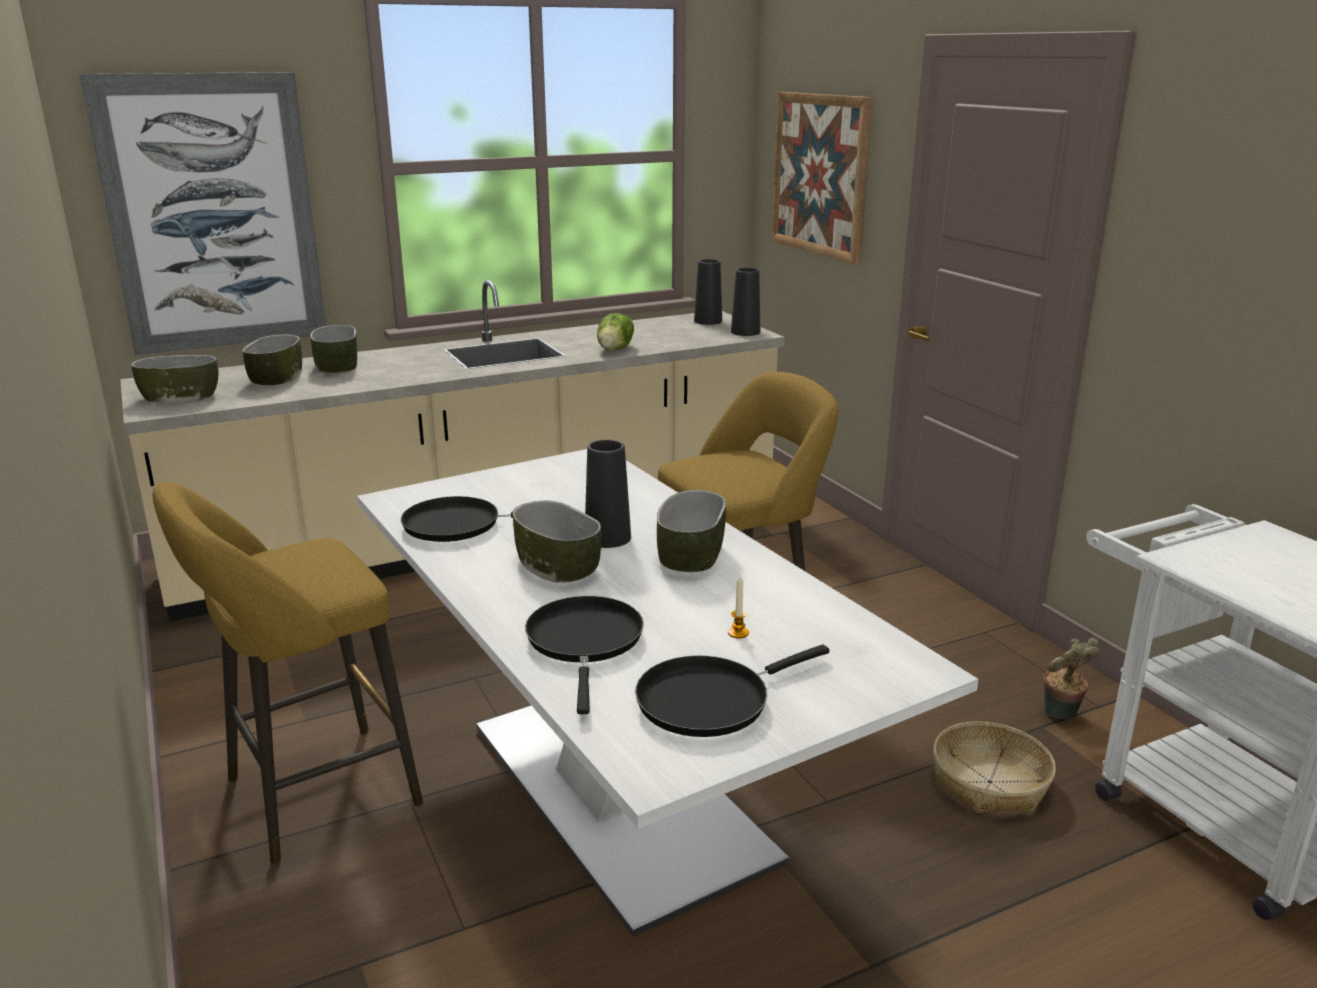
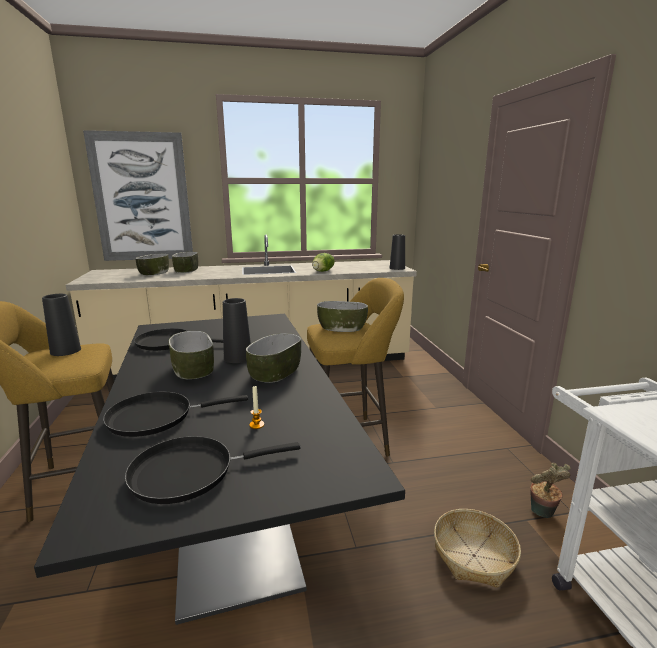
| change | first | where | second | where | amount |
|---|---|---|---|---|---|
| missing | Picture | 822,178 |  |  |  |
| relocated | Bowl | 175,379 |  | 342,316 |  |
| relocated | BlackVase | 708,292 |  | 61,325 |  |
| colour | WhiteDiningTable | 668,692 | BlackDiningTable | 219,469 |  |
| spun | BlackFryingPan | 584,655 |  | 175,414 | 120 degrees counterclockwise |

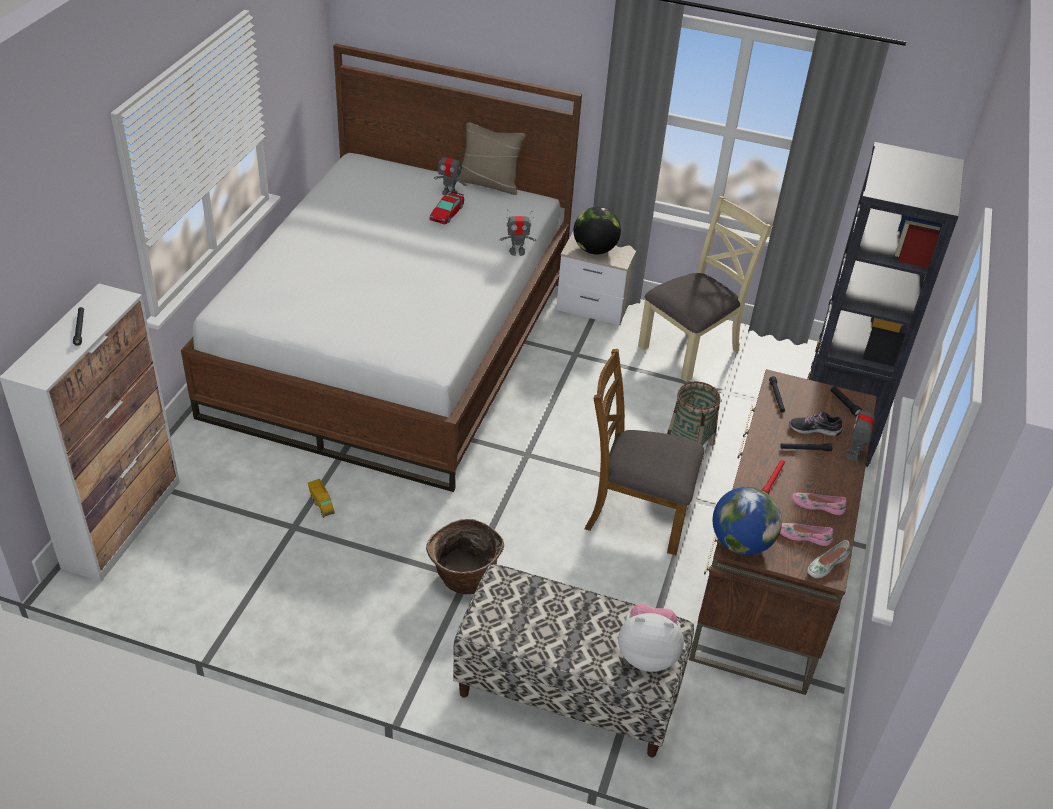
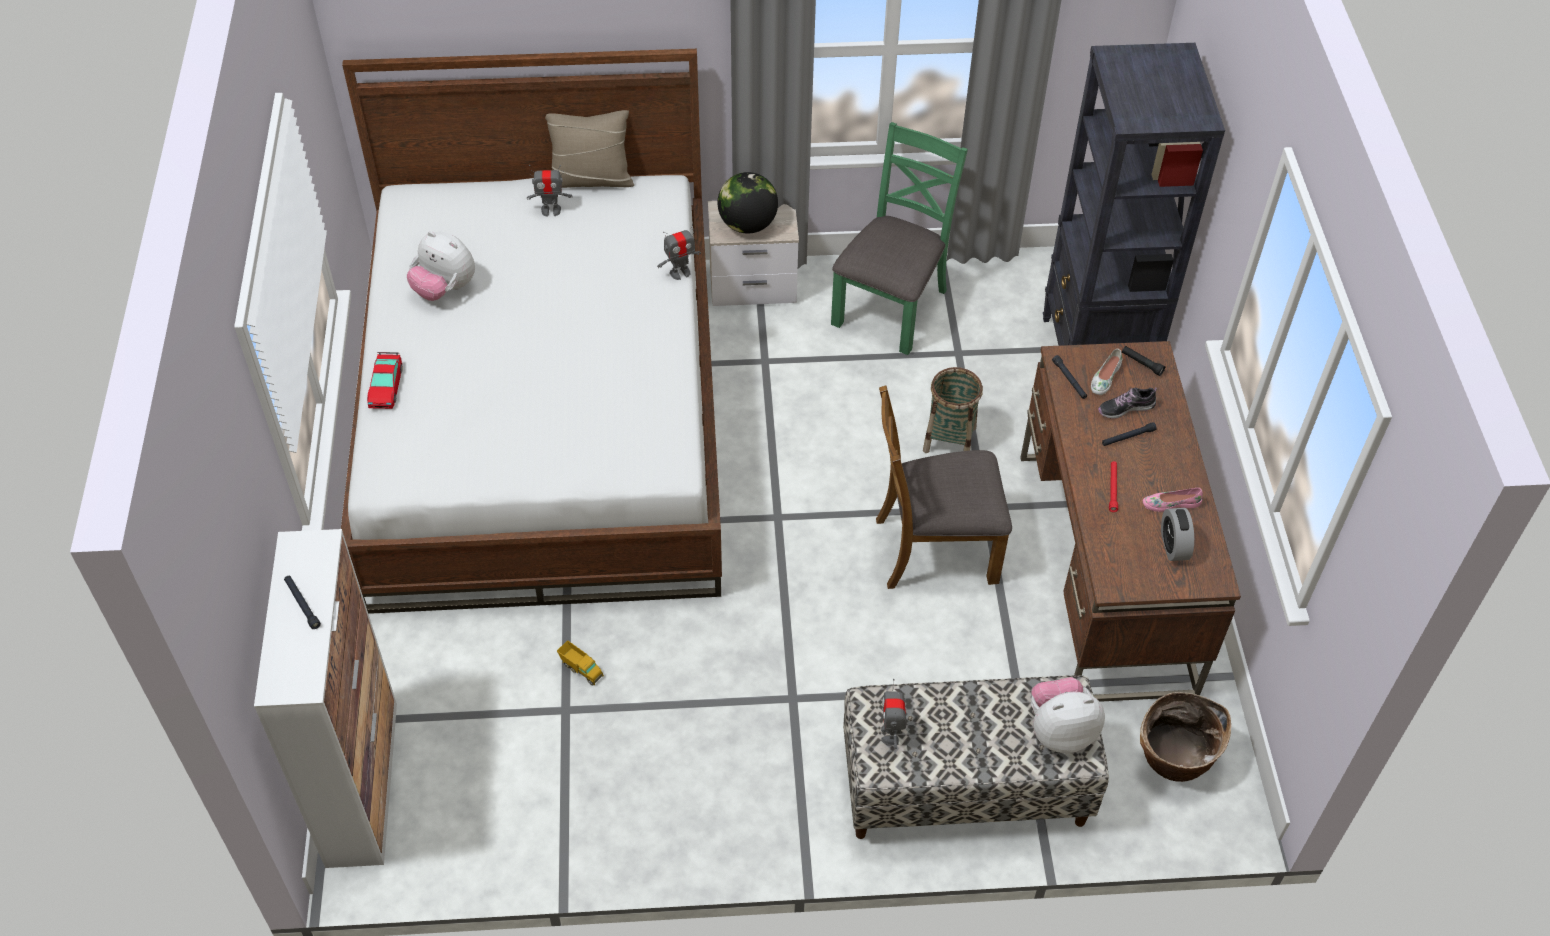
| change | first | where | second | where | amount |
|---|---|---|---|---|---|
| missing | Globe | 747,521 |  |  |  |
| appeared |  |  | PlushToy | 441,266 |  |
| relocated | Basket | 465,556 |  | 1185,737 |  |
| relocated | ToyCar | 447,207 |  | 385,380 |  |
| relocated | WhiteShoe | 828,559 |  | 1106,372 |  |
| relocated | ToyRobot | 860,431 |  | 893,714 |  |
| exchanged | PinkShoe | 806,534 | AlarmClock | 1177,534 |  |
| colour | BeigeChair | 705,289 | GreenChair | 899,238 |  |

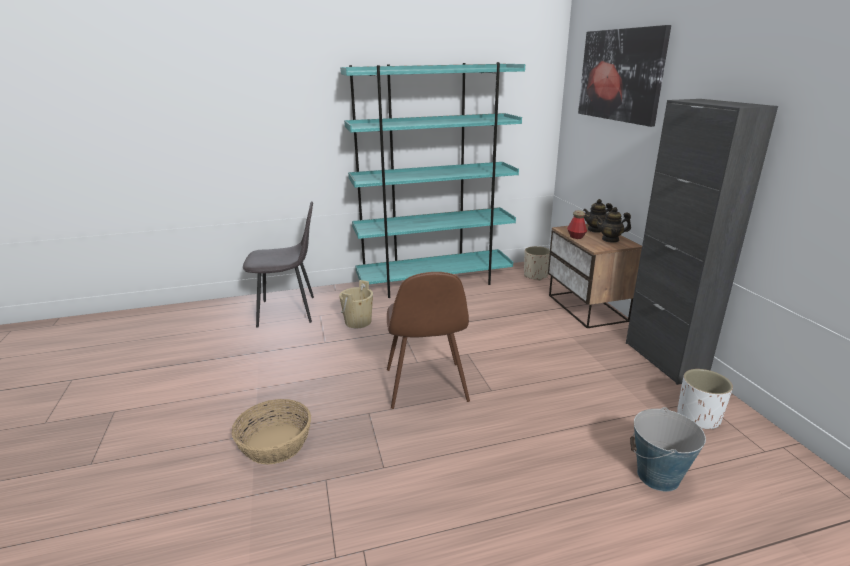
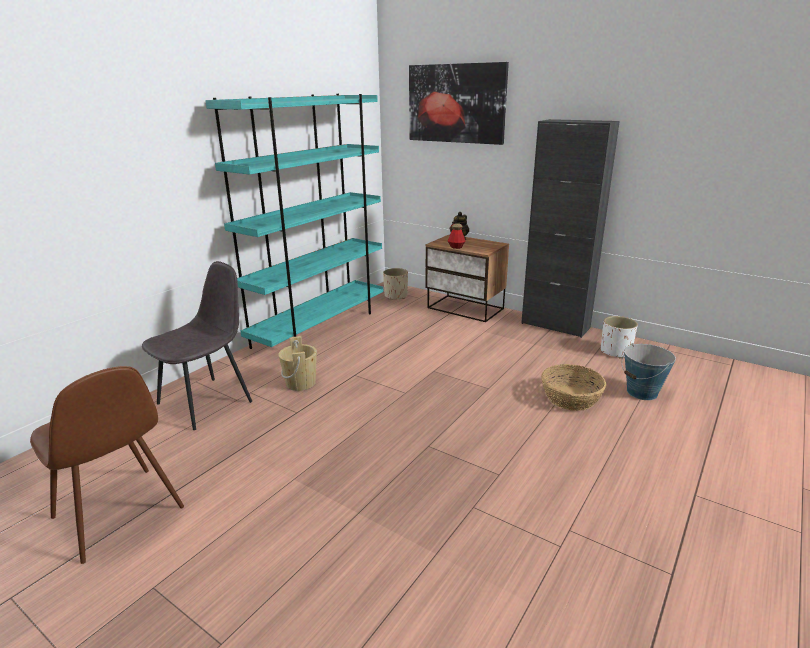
| change | first | where | second | where | amount |
|---|---|---|---|---|---|
| missing | Teapot | 613,225 |  |  |  |
| relocated | Basket | 271,432 |  | 573,387 |  |
| relocated | BrownChair | 428,340 |  | 107,465 |  |

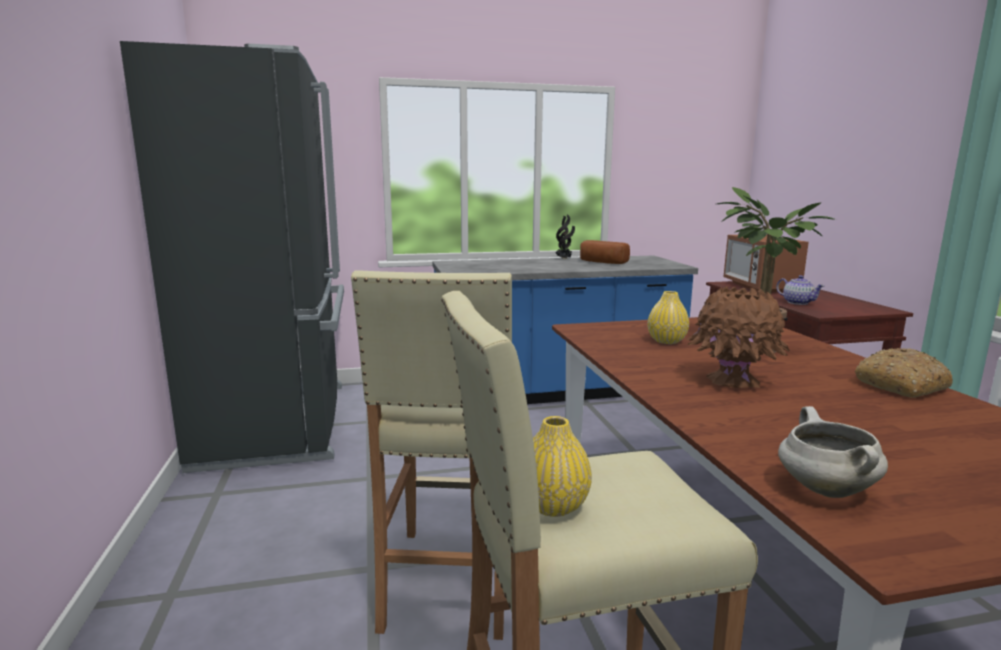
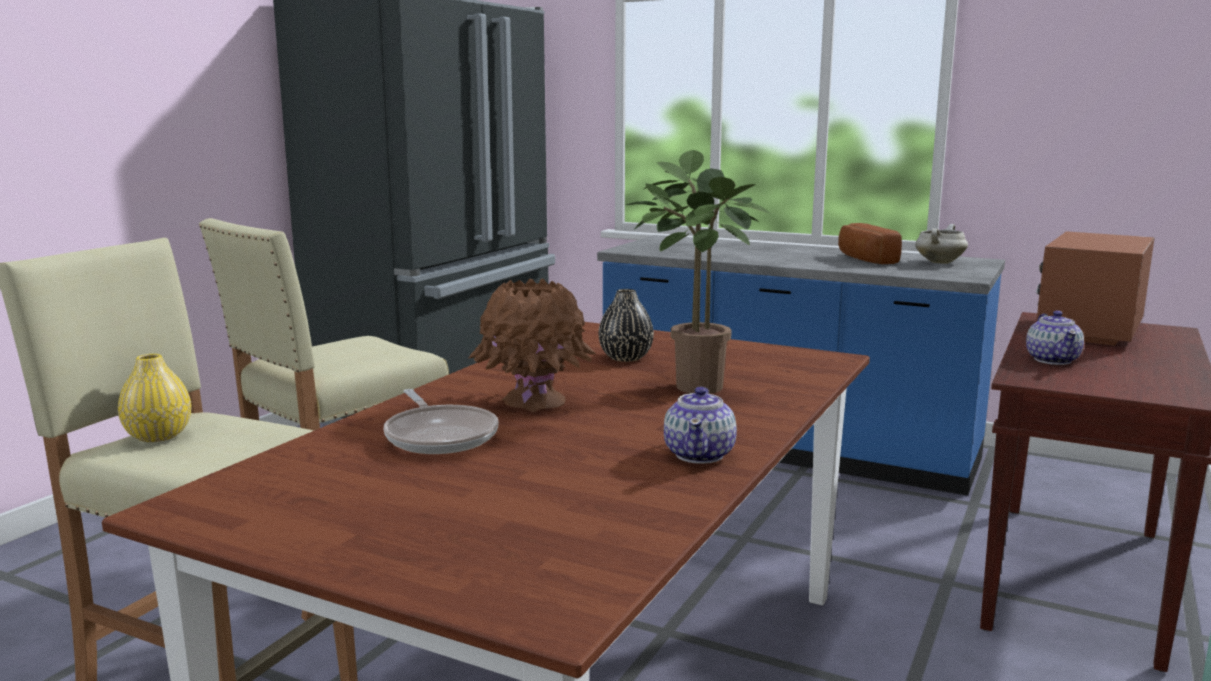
| change | first | where | second | where | amount |
|---|---|---|---|---|---|
| missing | PottedPlant | 565,236 |  |  |  |
| appeared |  |  | FryingPan | 441,421 |  |
| relocated | WhiteCookingPot | 833,452 |  | 941,244 |  |
| exchanged | Bread | 904,373 | Teapot | 700,425 |  |
| colour | YellowVase | 668,317 | BlackVase | 626,325 |  |

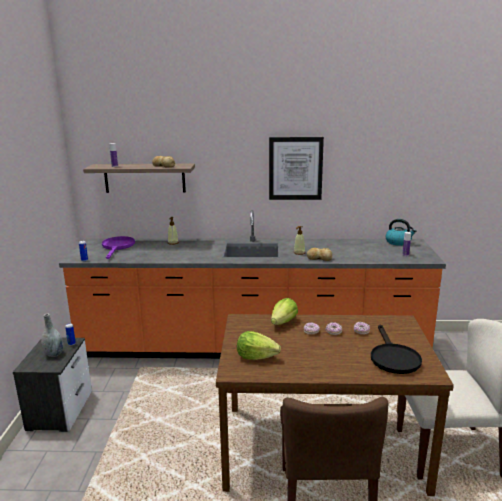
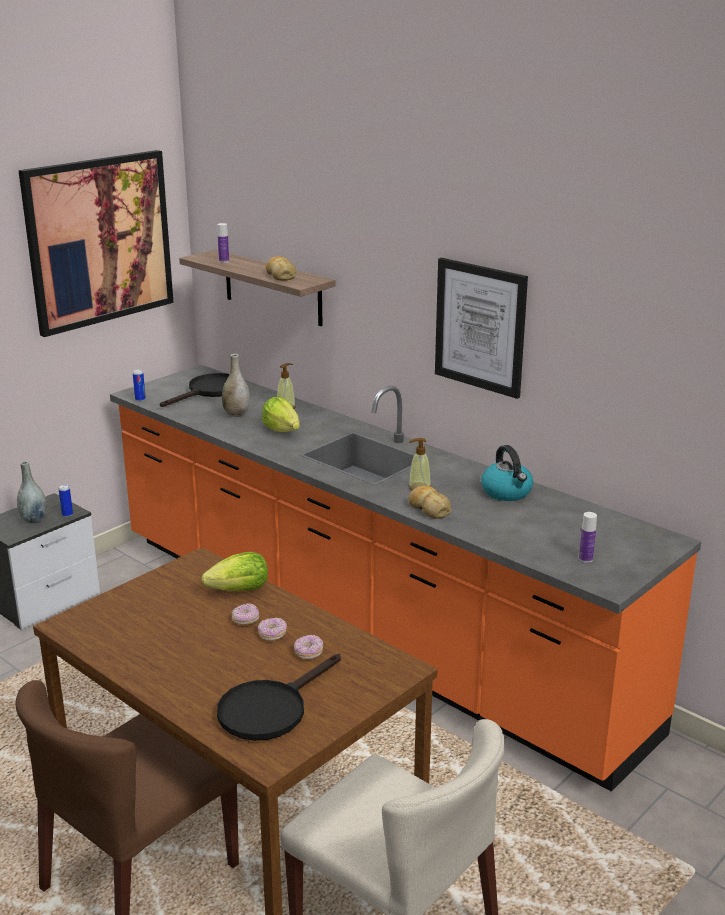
| change | first | where | second | where | amount |
|---|---|---|---|---|---|
| appeared |  |  | Picture | 96,243 |  |
| appeared |  |  | GreyVase | 236,385 |  |
| relocated | Lettuce | 259,345 |  | 281,414 |  |
| relocated | Kettle | 400,232 |  | 507,473 |  |
| colour | PurpleFryingPan | 118,247 | BlackFryingPan | 194,390 |  |

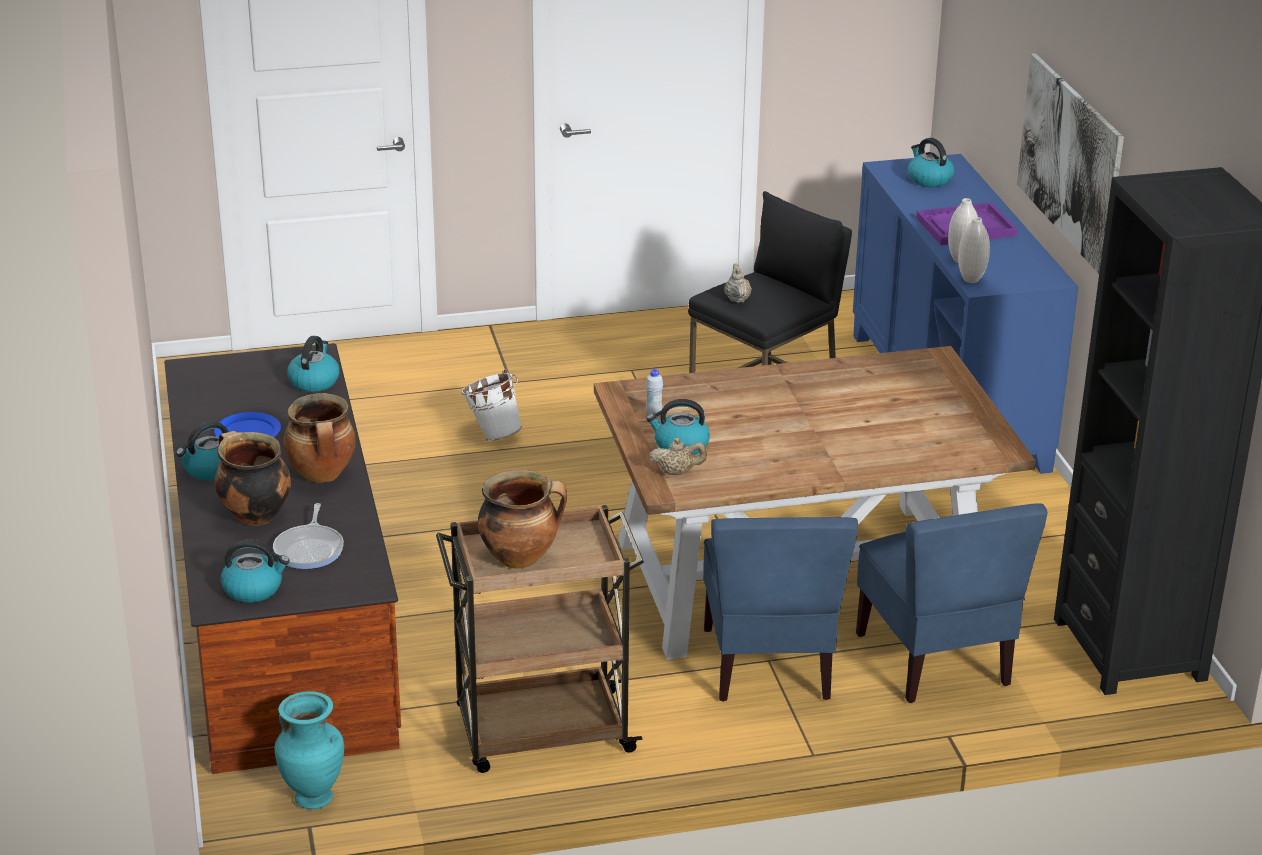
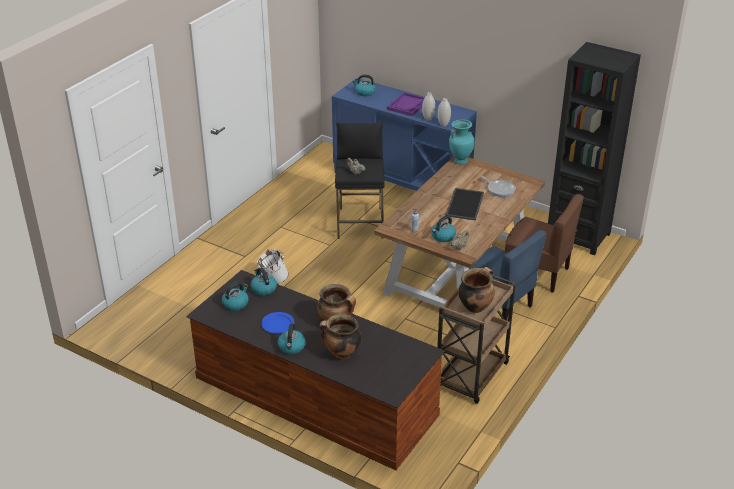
| change | first | where | second | where | amount |
|---|---|---|---|---|---|
| missing | Picture | 1070,163 |  |  |  |
| appeared |  |  | Tray | 464,204 |  |
| relocated | Kettle | 255,571 |  | 235,296 |  |
| relocated | FryingPan | 308,536 |  | 498,186 |  |
| relocated | TurquoiseVase | 309,750 |  | 461,141 |  |
| colour | BlueChair | 952,603 | BrownChair | 544,243 |  |

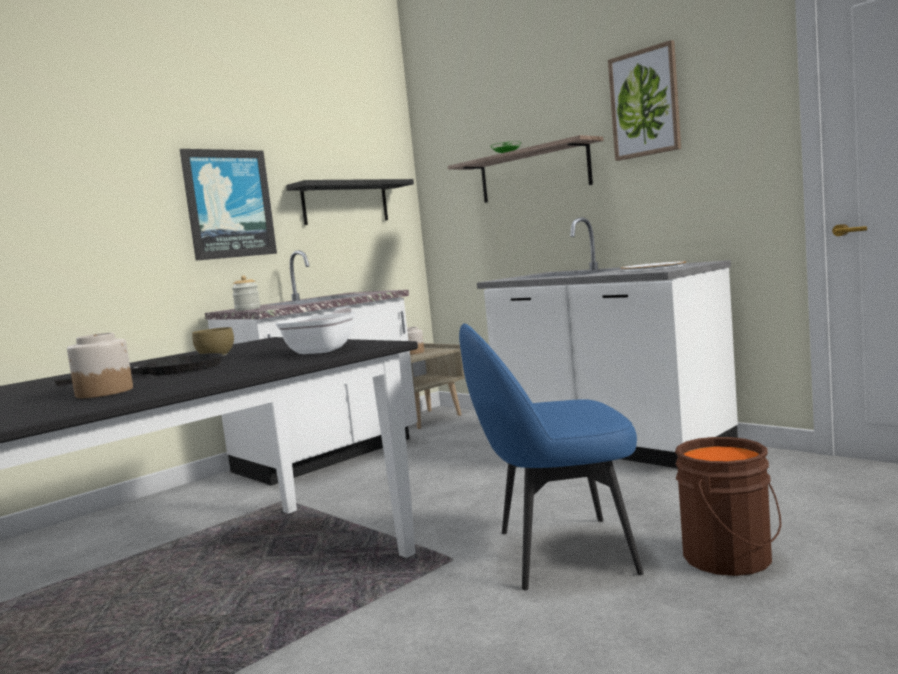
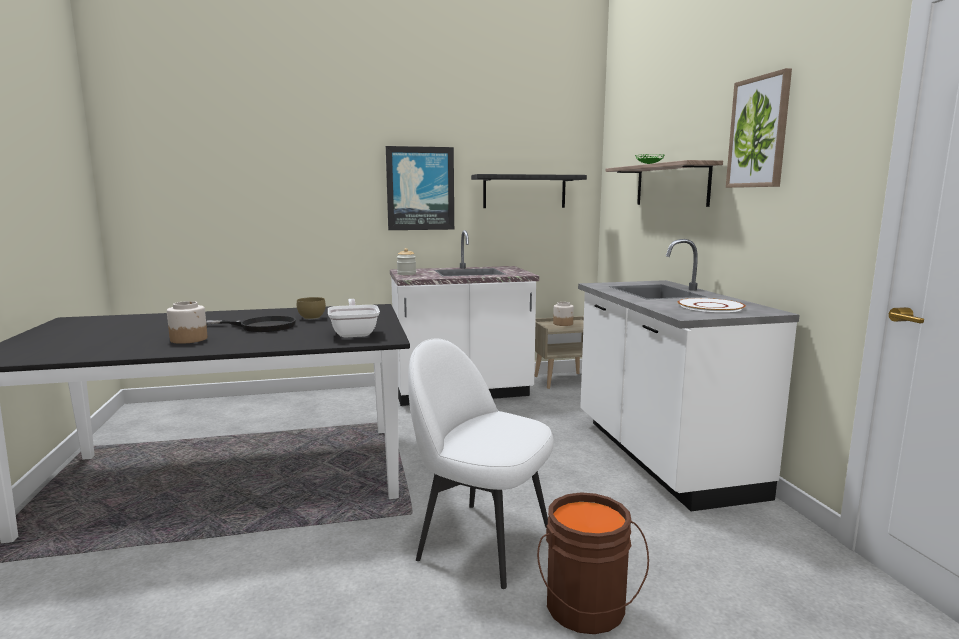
| change | first | where | second | where | amount |
|---|---|---|---|---|---|
| colour | BlueChair | 551,456 | WhiteChair | 481,464 |  |
| spun | FryingPan | 315,330 |  | 354,318 | 60 degrees counterclockwise |

